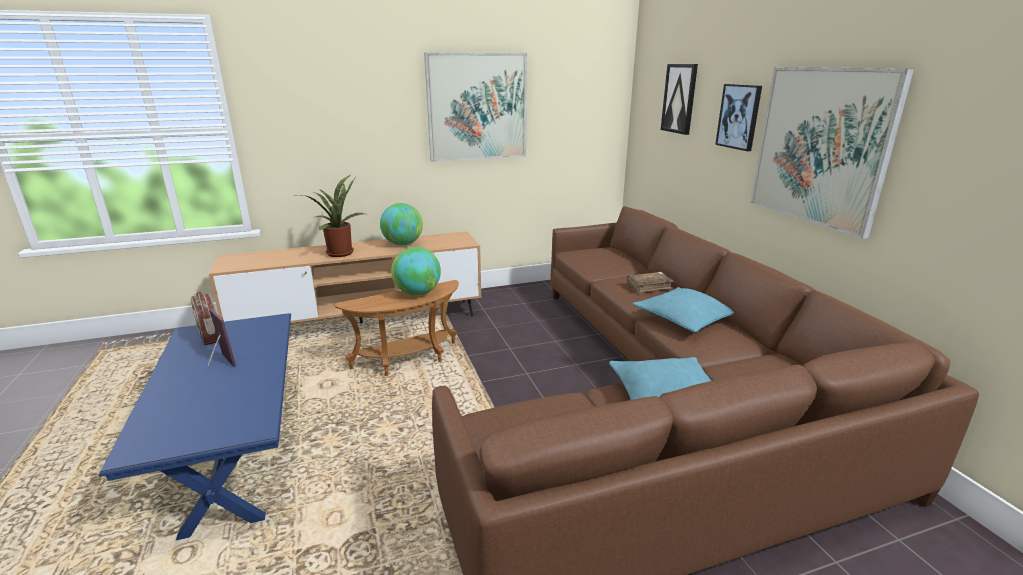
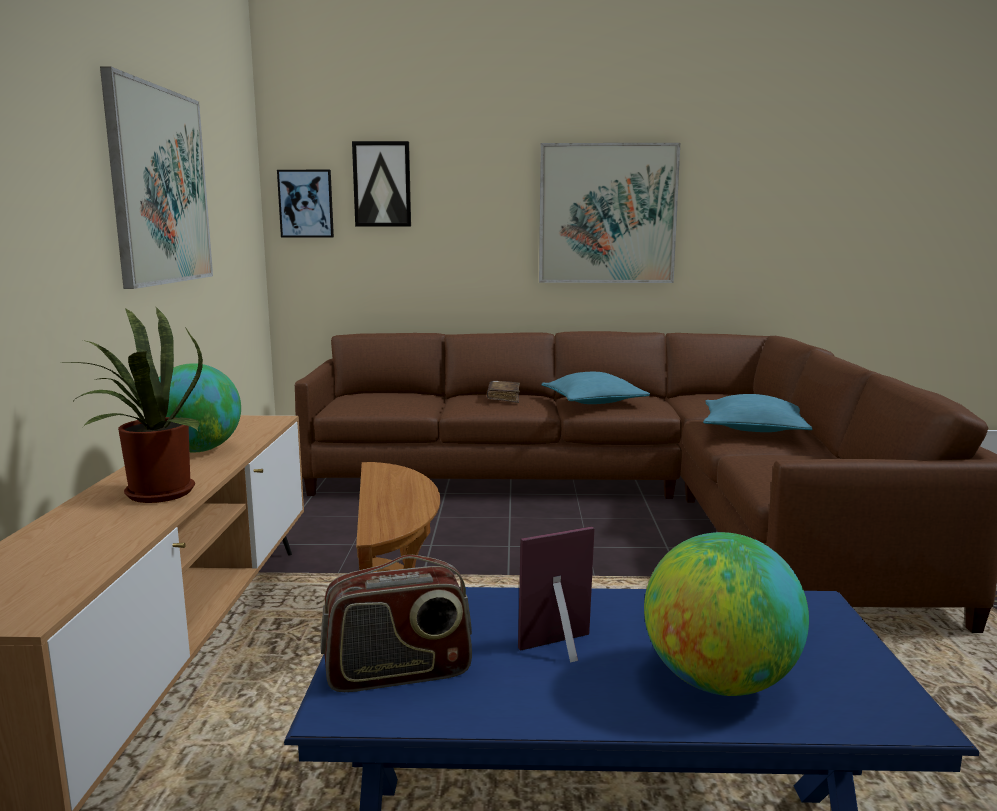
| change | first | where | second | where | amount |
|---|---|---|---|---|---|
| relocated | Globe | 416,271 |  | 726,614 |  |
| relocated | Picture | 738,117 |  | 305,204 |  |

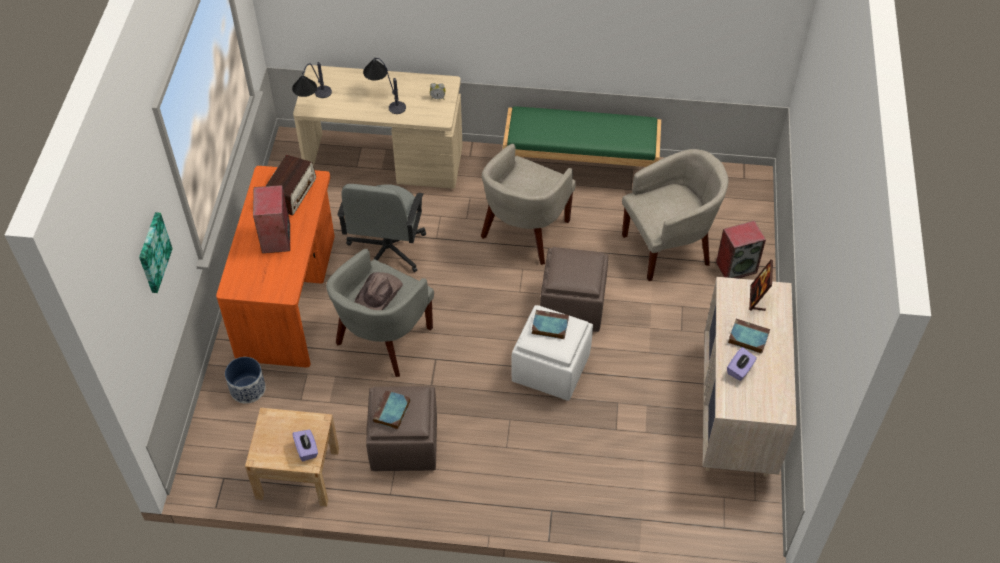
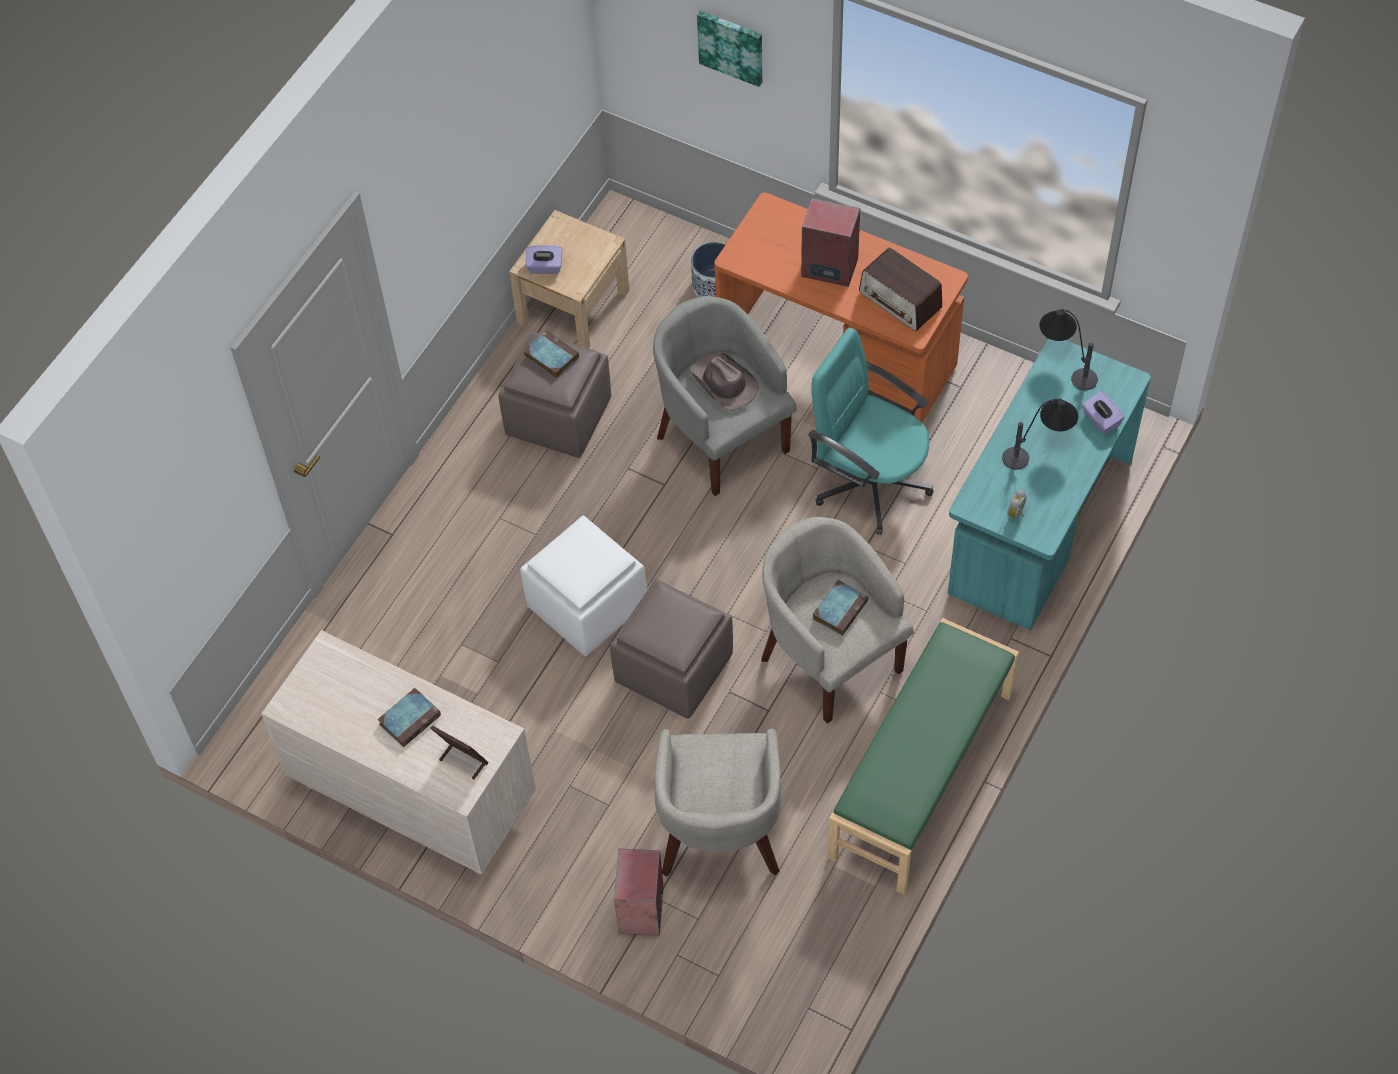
| change | first | where | second | where | amount |
|---|---|---|---|---|---|
| relocated | Book | 550,324 |  | 840,608 |  |
| relocated | PurpleTissueBox | 742,364 |  | 1103,412 |  |
| colour | BeigeDesk | 378,127 | TurquoiseDesk | 1049,484 |  |
| colour | GreyOfficeChair | 381,228 | TurquoiseOfficeChair | 871,431 |  |

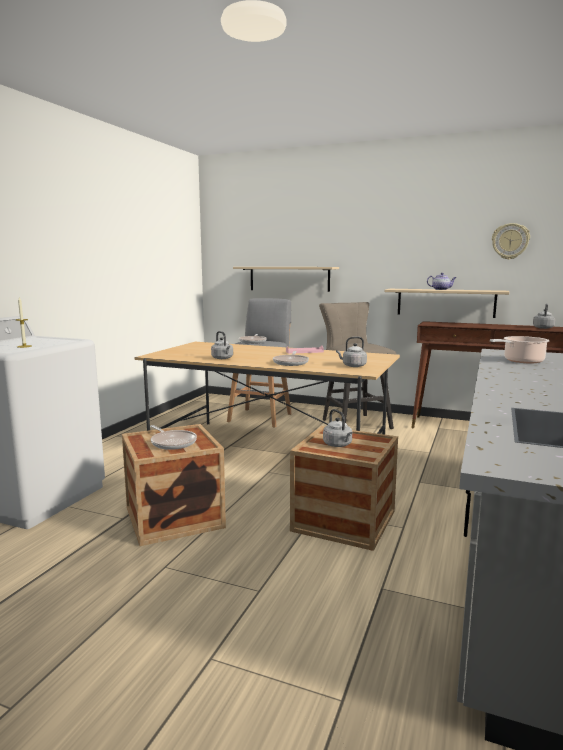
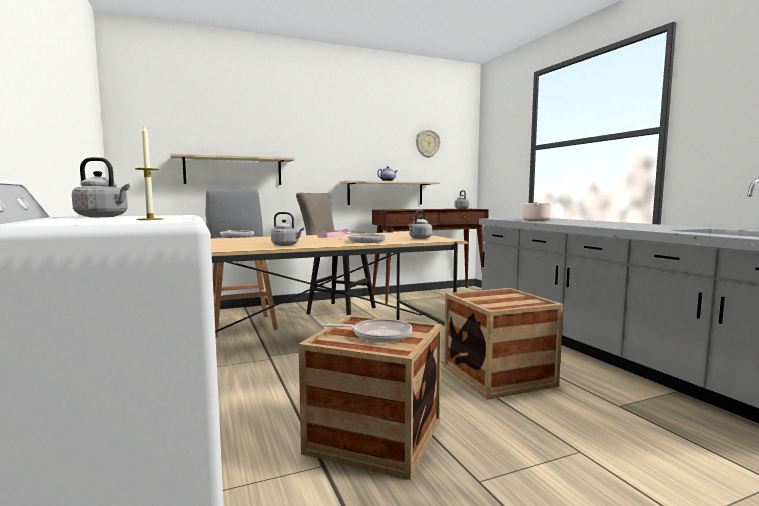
| change | first | where | second | where | amount |
|---|---|---|---|---|---|
| relocated | GreyKettle | 337,428 |  | 101,187 |  |

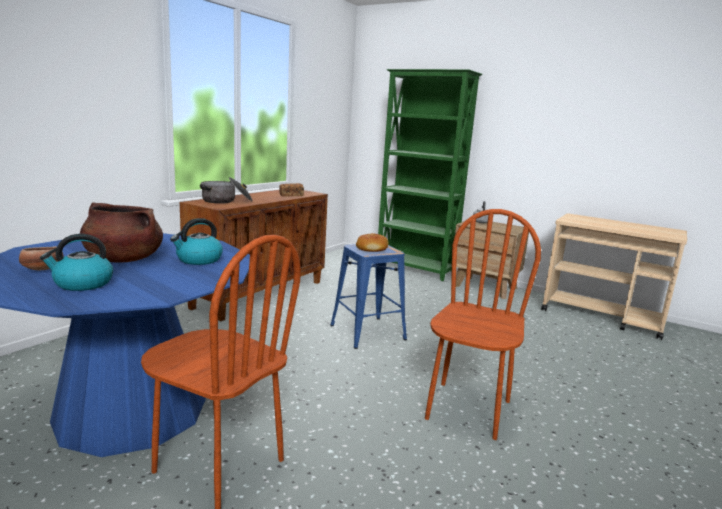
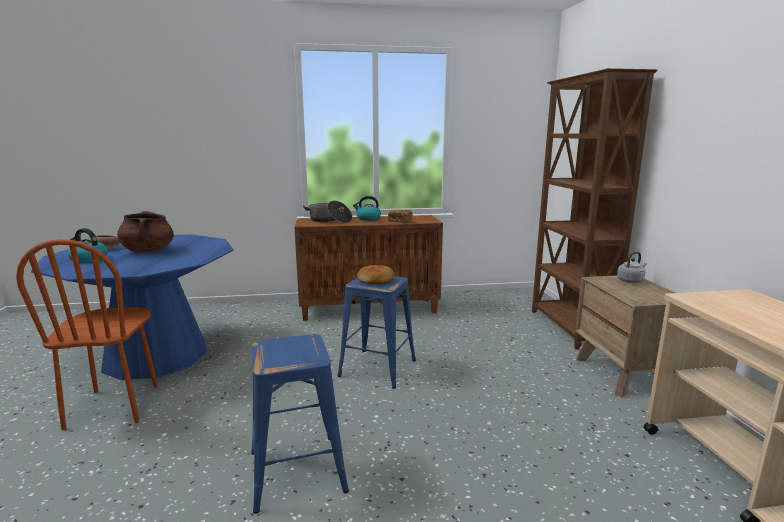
| change | first | where | second | where | amount |
|---|---|---|---|---|---|
| relocated | Kettle | 196,241 |  | 367,208 |  |
| exchanged | BrownChair | 483,324 | BlueStool | 300,424 |  |
| colour | GreenBookcase | 430,175 | BrownBookcase | 594,209 |  |

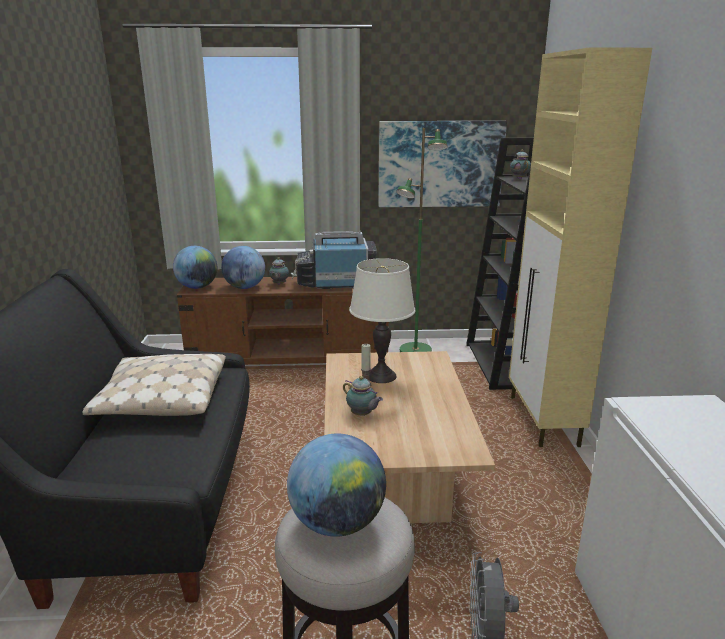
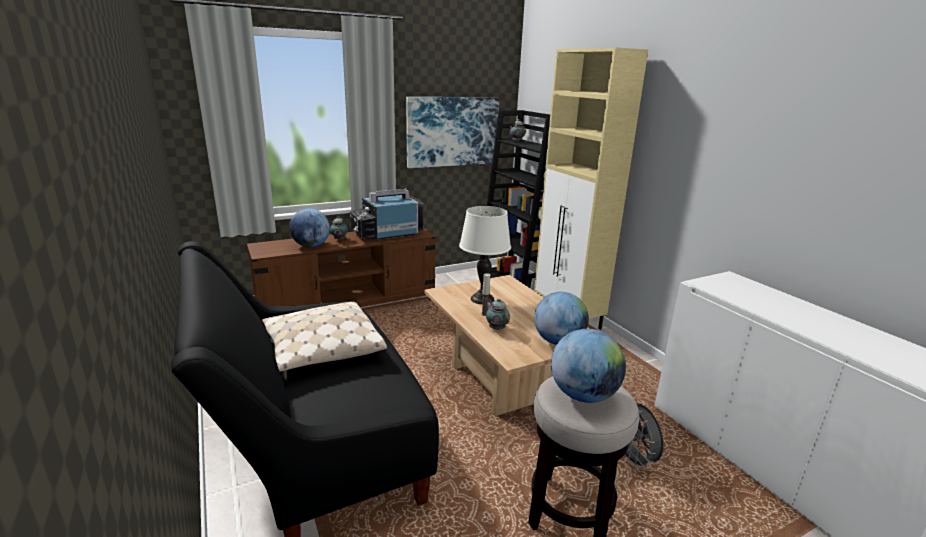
| change | first | where | second | where | amount |
|---|---|---|---|---|---|
| missing | GreenFloorLamp | 422,240 |  |  |  |
| relocated | Globe | 195,267 |  | 561,318 |  |
| spun | Teapot | 363,396 |  | 498,314 | 135 degrees counterclockwise |

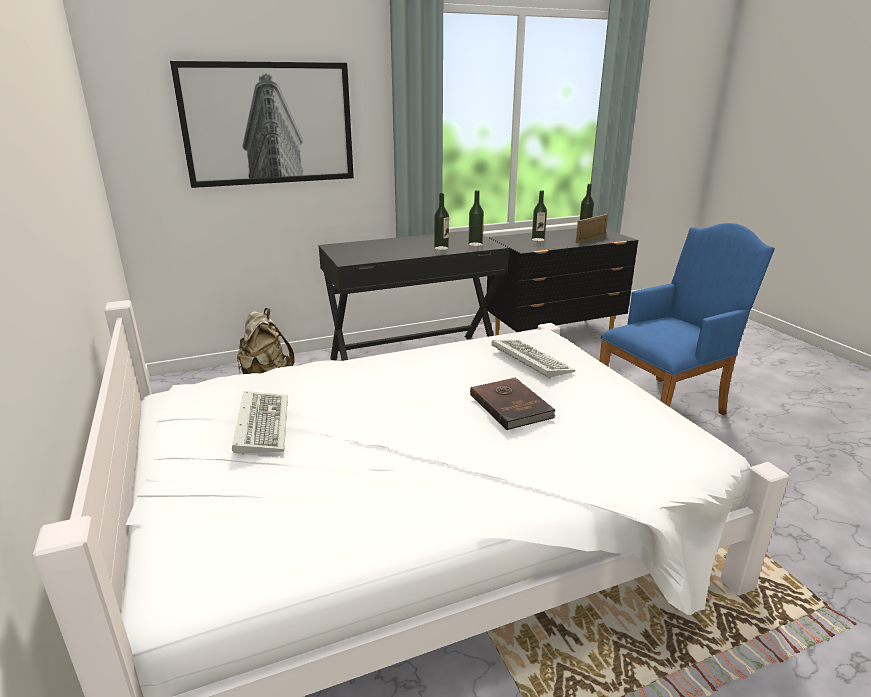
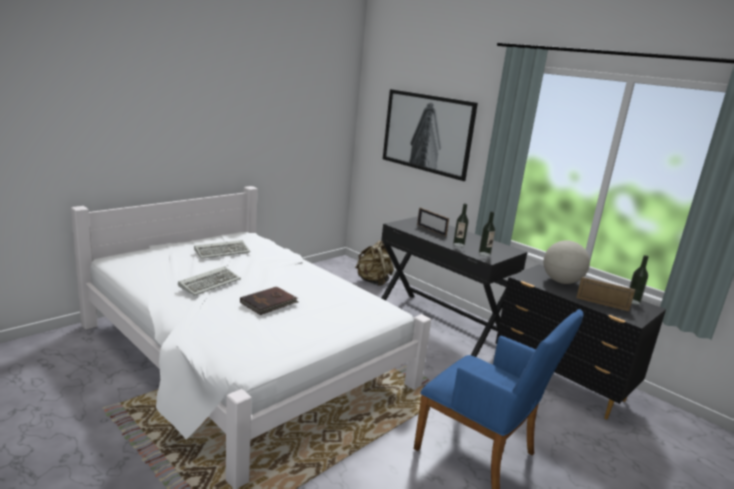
| change | first | where | second | where | amount |
|---|---|---|---|---|---|
| appeared |  |  | PictureFrame | 433,222 |  |
| relocated | Keyboard | 533,359 |  | 209,281 |  |
| exchanged | Bottle | 539,215 | Globe | 567,262 |  |

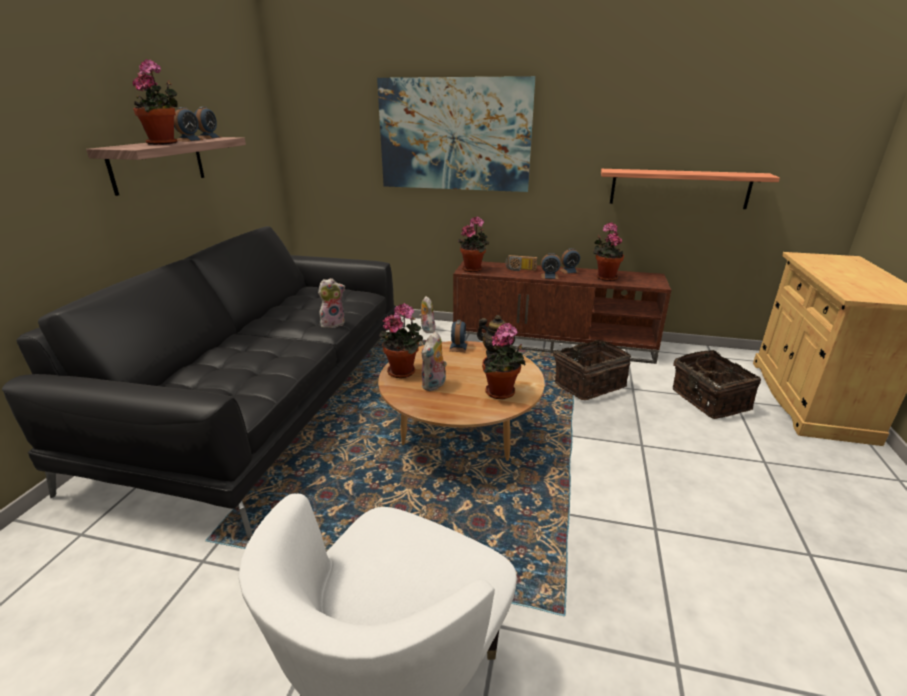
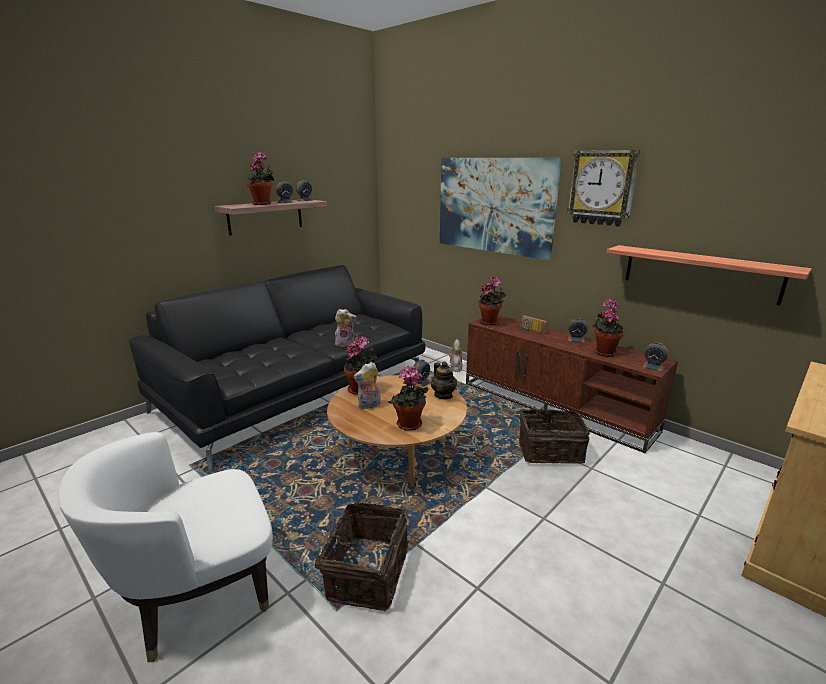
| change | first | where | second | where | amount |
|---|---|---|---|---|---|
| appeared |  |  | WallClock | 603,188 |  |
| relocated | AlarmClock | 551,266 |  | 655,357 |  |
| relocated | Basket | 717,384 |  | 359,557 |  |

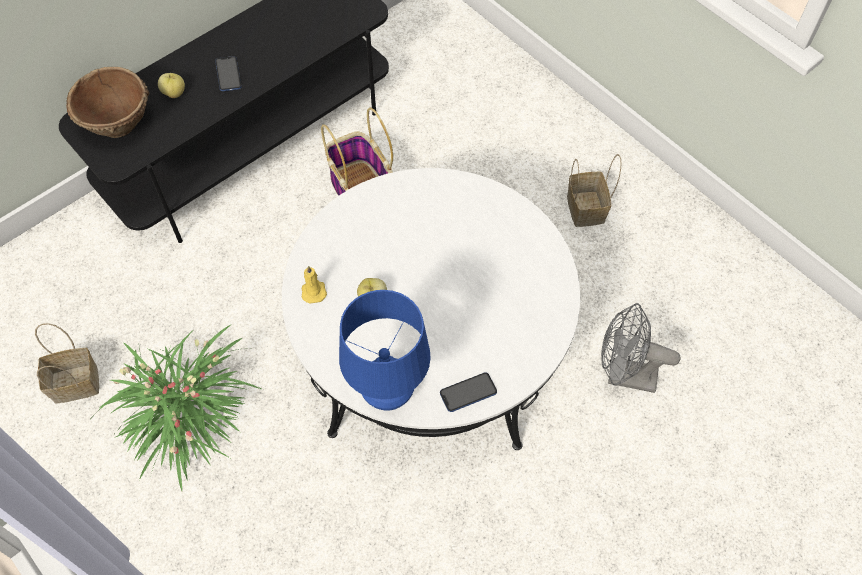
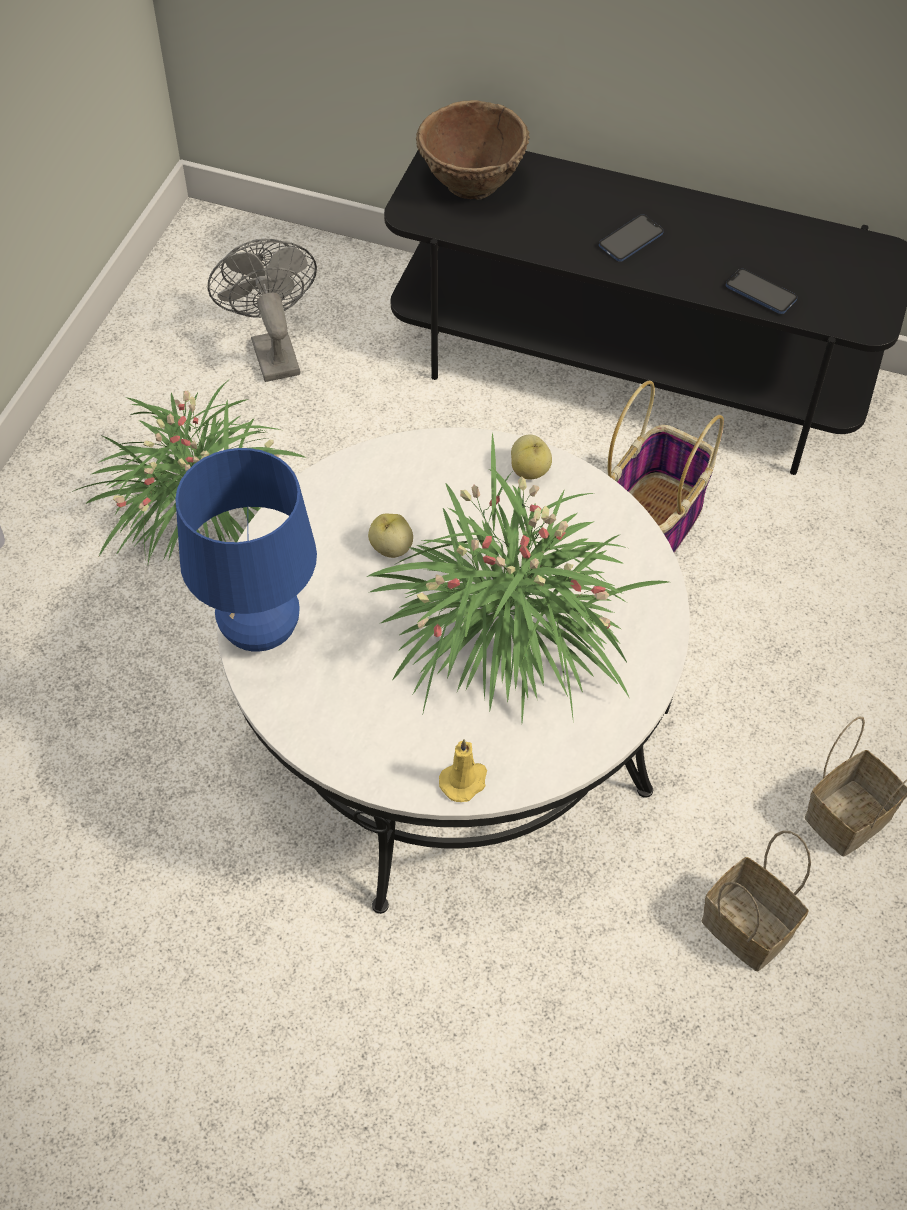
| change | first | where | second | where | amount |
|---|---|---|---|---|---|
| appeared |  |  | PottedPlant | 518,577 |  |
| relocated | Basket | 67,363 |  | 756,900 |  |
| relocated | Apple | 171,85 |  | 531,456 |  |
| relocated | YellowCandle | 314,284 |  | 463,770 |  |
| relocated | Phone | 468,392 |  | 762,291 |  |
| relocated | GreyFan | 641,348 |  | 262,310 |  |

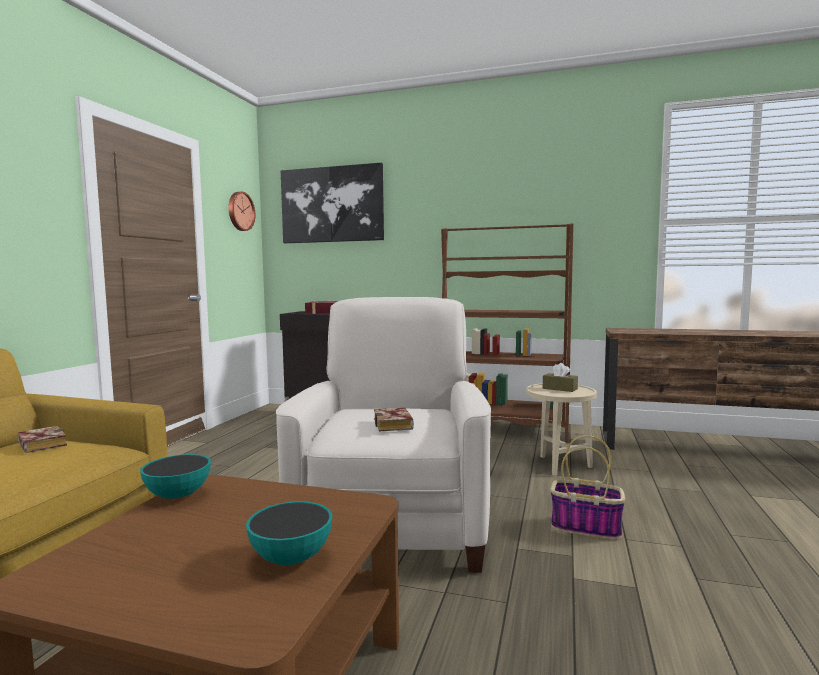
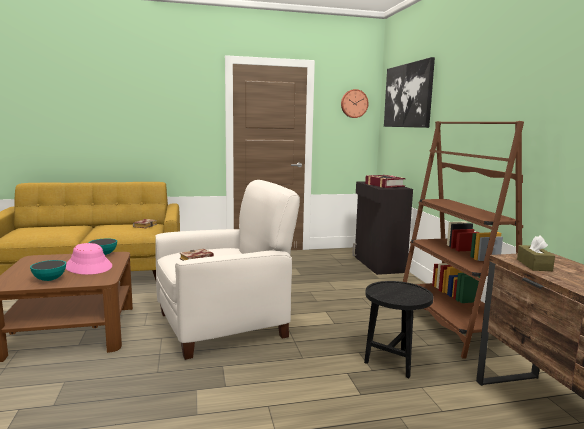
| change | first | where | second | where | amount |
|---|---|---|---|---|---|
| missing | Basket | 588,487 |  |  |  |
| appeared |  |  | PinkHat | 89,259 |  |
| relocated | BrownTissueBox | 560,377 |  | 536,253 |  |
| colour | BeigeSideTable | 561,429 | BlackSideTable | 399,329 |  |

